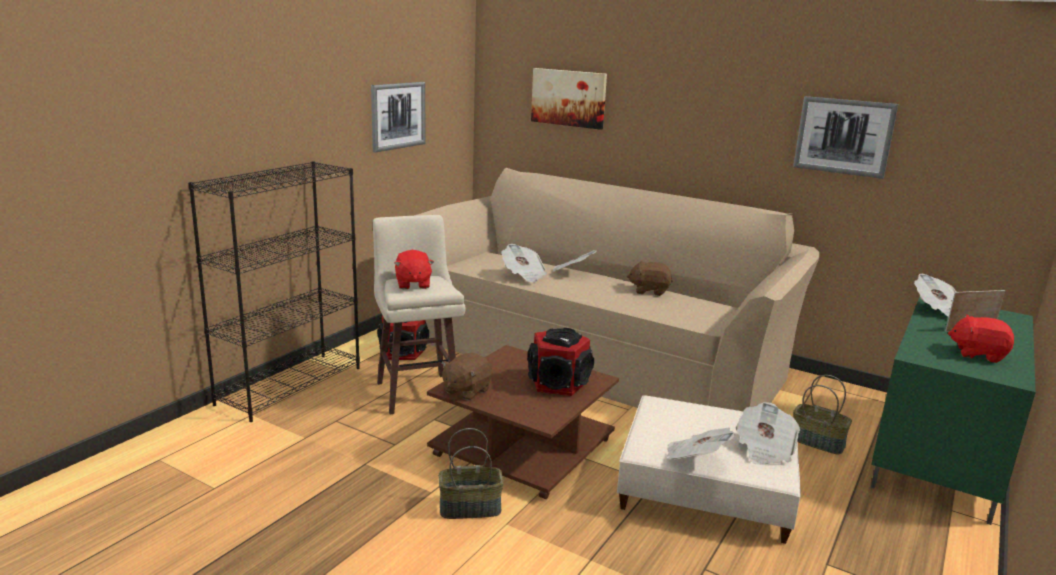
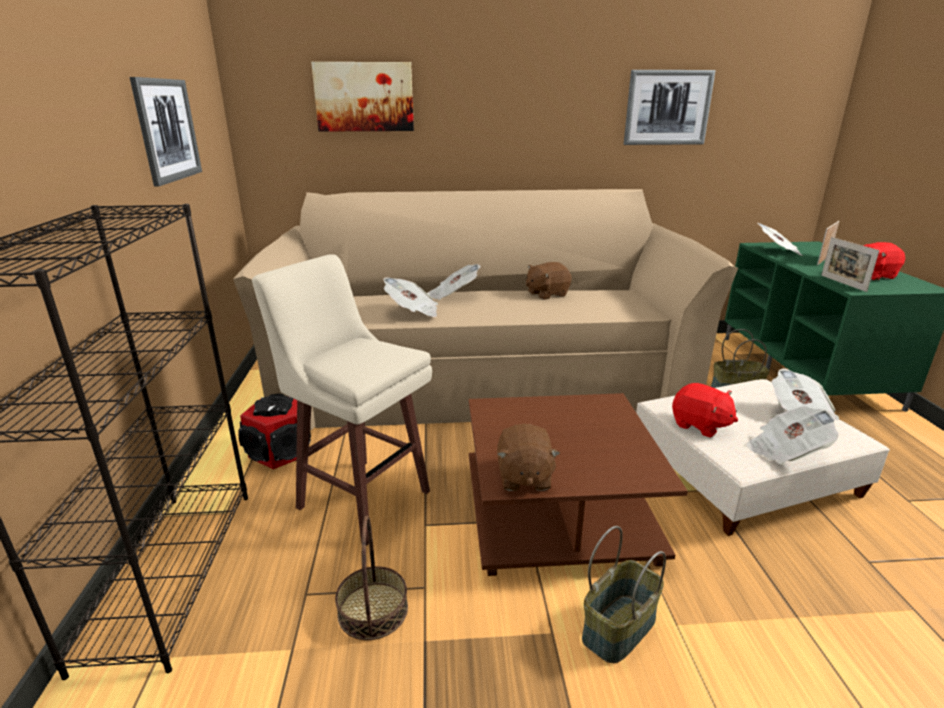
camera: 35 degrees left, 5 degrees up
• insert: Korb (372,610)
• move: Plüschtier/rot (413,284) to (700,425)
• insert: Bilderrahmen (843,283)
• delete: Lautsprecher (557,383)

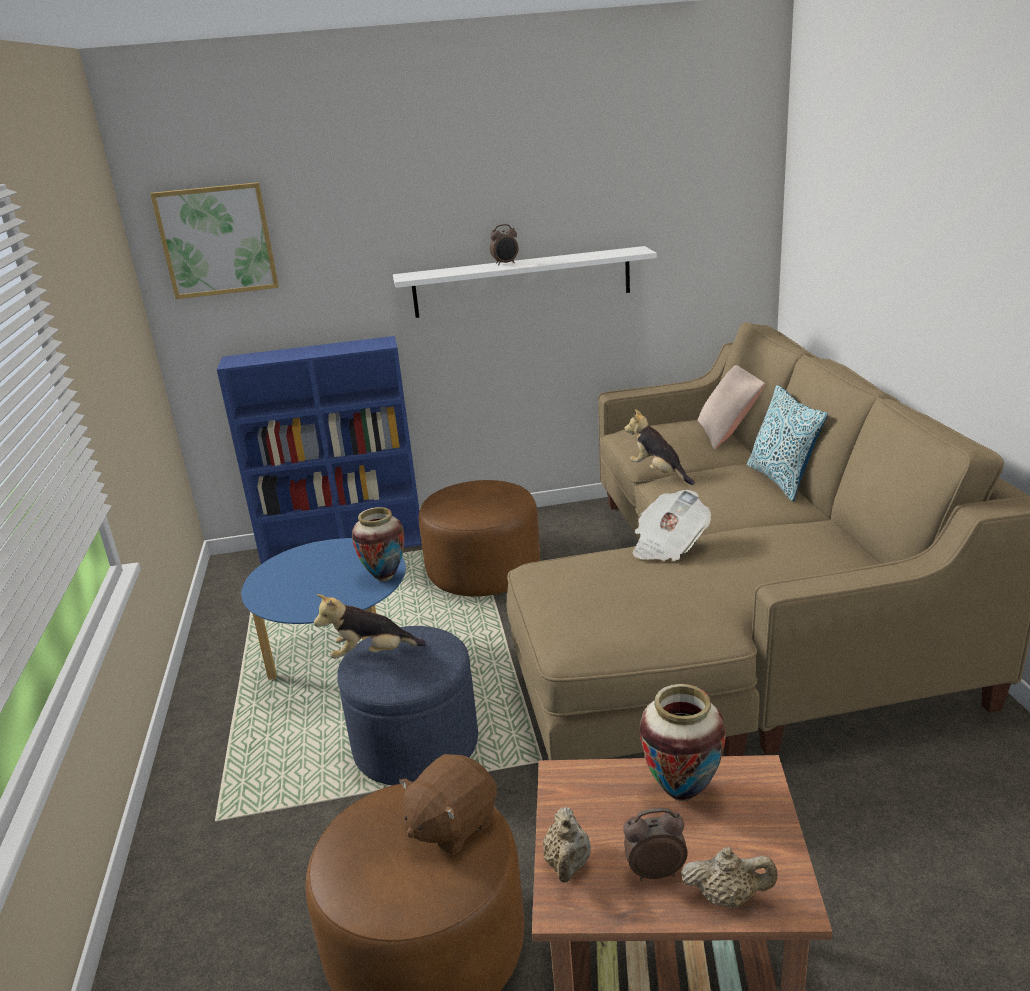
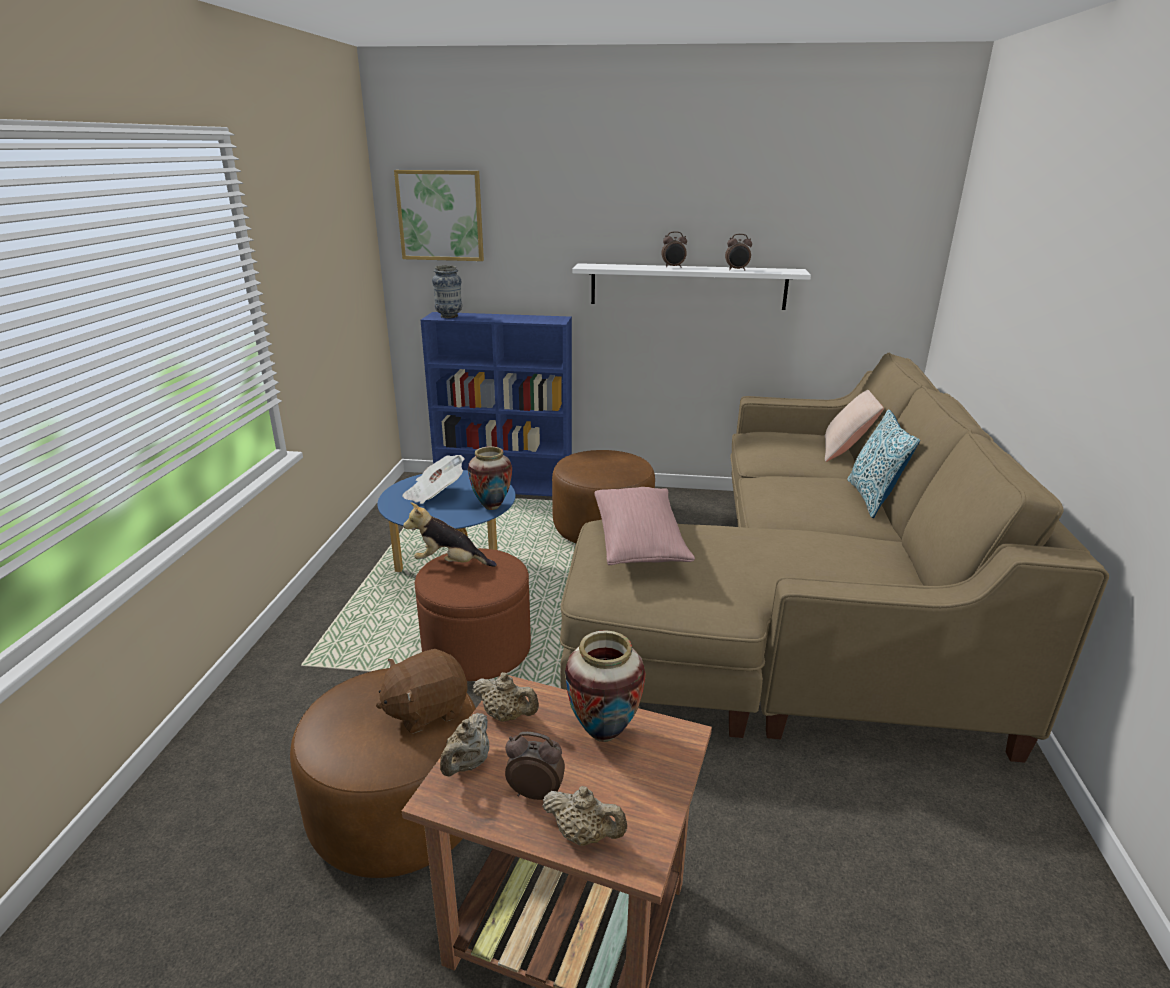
camera: 15 degrees right, 0 degrees up
• move: Zeitung (668,545) to (434,494)
• recolor: Polsterhocker/blau (416,744) to Polsterhocker/braun (477,649)
• insert: Vase (449,316)
• insert: Teekanne/beige (506,716)
• insert: Kissen/rosa (639,543)
• insert: Wecker (737,270)
• delete: Plüschtier (659,473)

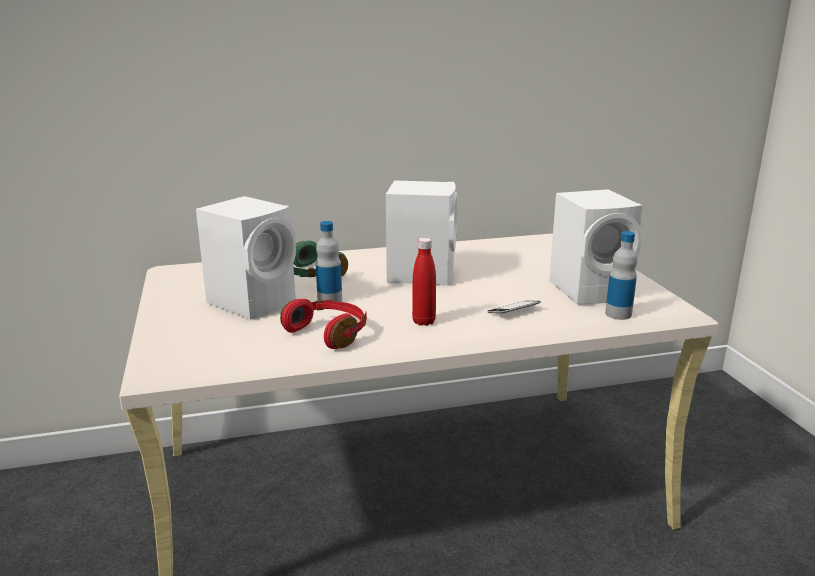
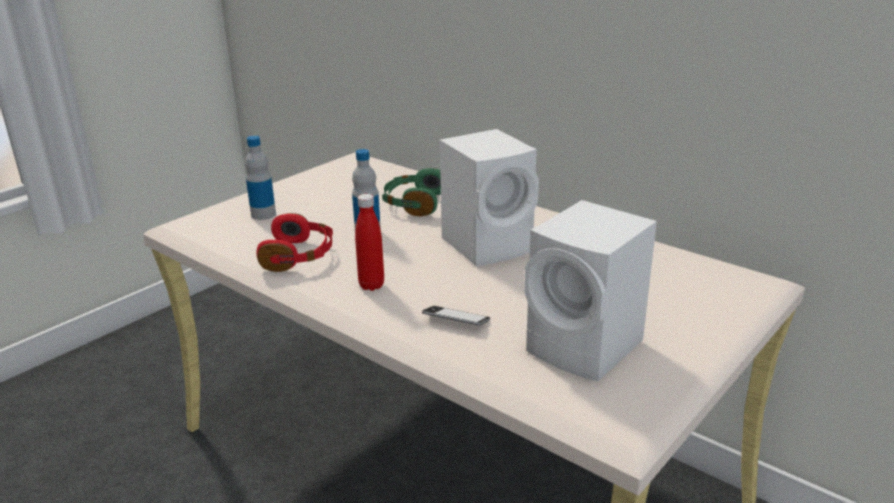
camera: 55 degrees right, 5 degrees up
• move: Flasche (618,314) to (263,214)
• delete: Lautsprecher/weiß (254,301)

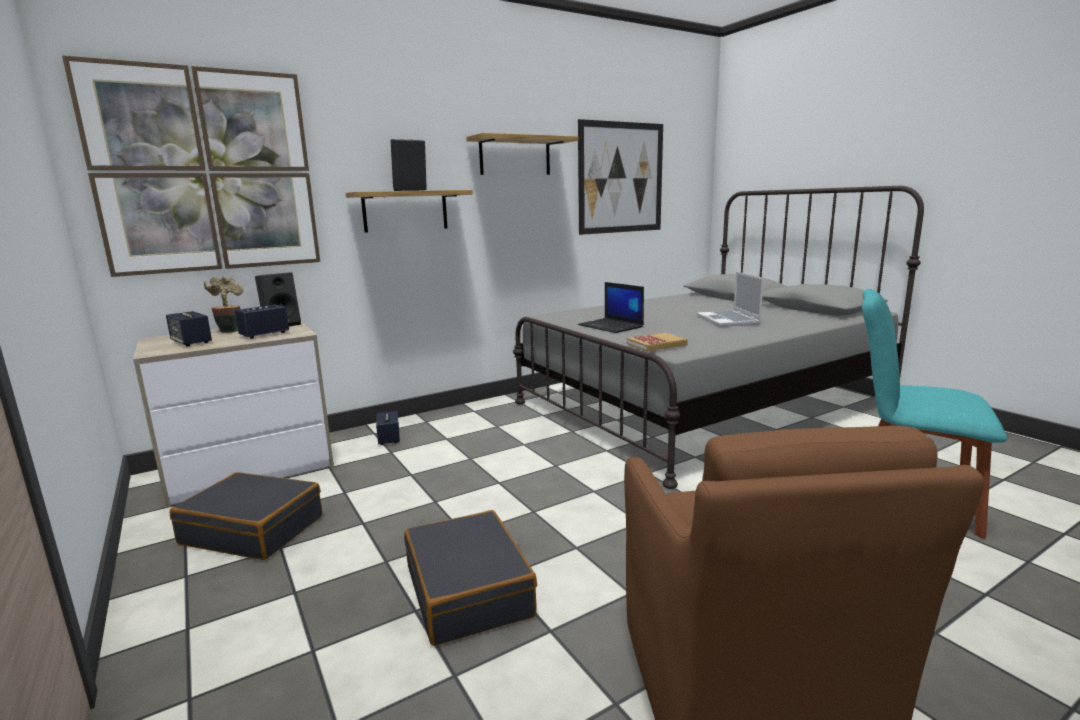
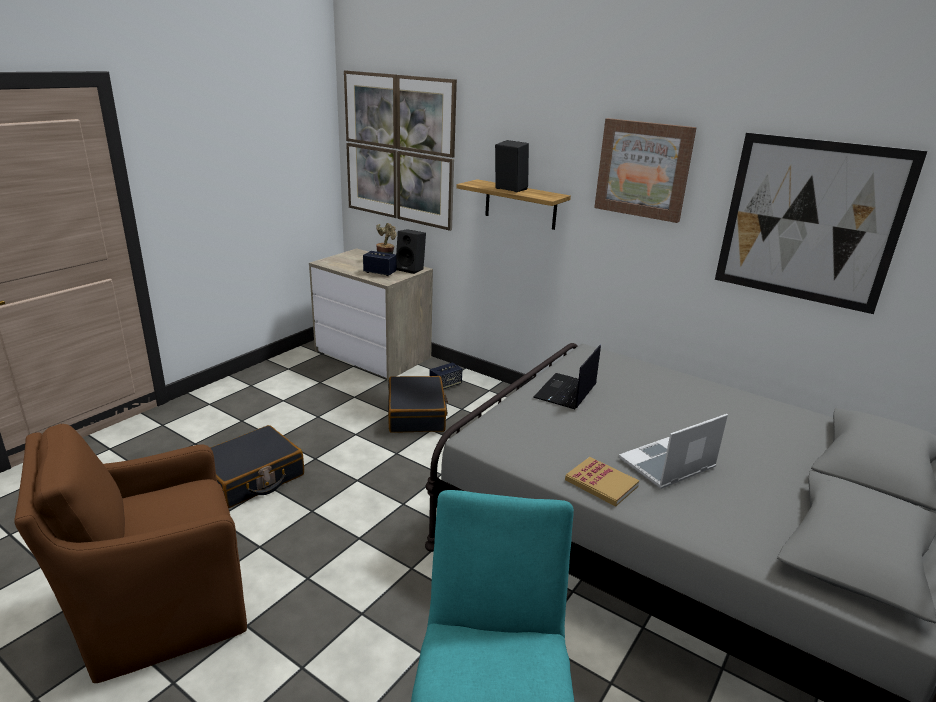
camera: 65 degrees right, 10 degrees up
• move: Koffer/schwarz (253,530) to (416,414)
• move: Buch (656,344) to (601,483)
• replace: Wandregal (515,156) to Bild (643,169)
• delete: Lautsprecher (191,342)

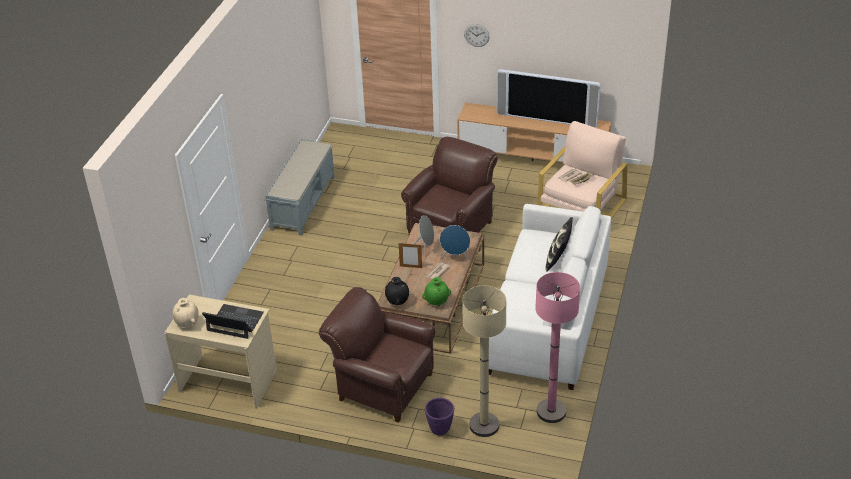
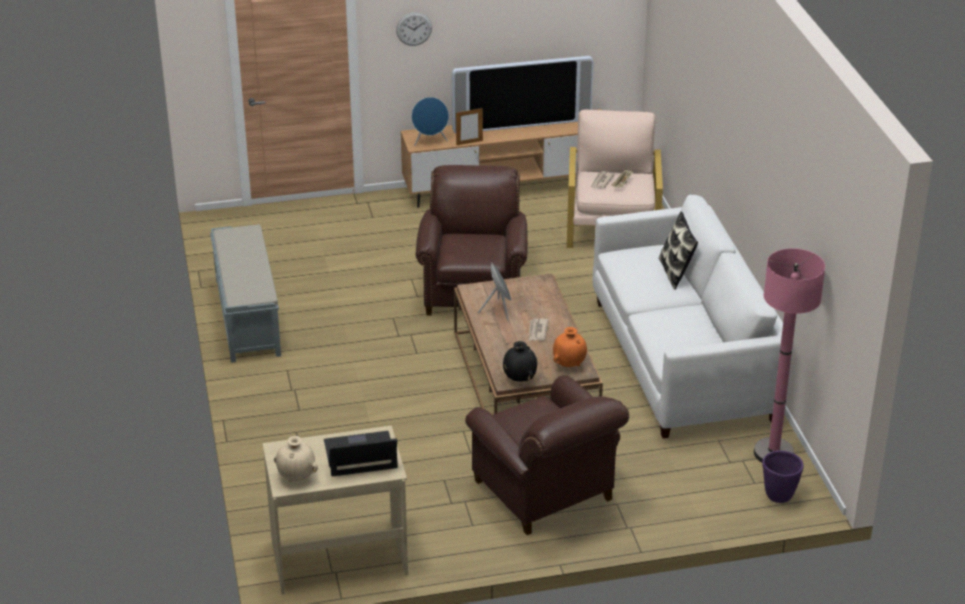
camera: 30 degrees left, 5 degrees down
• move: Lautsprecher/blau (455,258) to (430,142)
• move: Bilderrahmen (411,267) to (469,143)
• rotate: Sessel/braun (381,385) = (547,494) 120 degrees counterclockwise
• recolor: Vase/grün (437,302) to Vase/orange (569,364)
• move: Pflanzkübel/lila (440,429) to (778,495)
• delete: Stehlampe/beige (484,425)

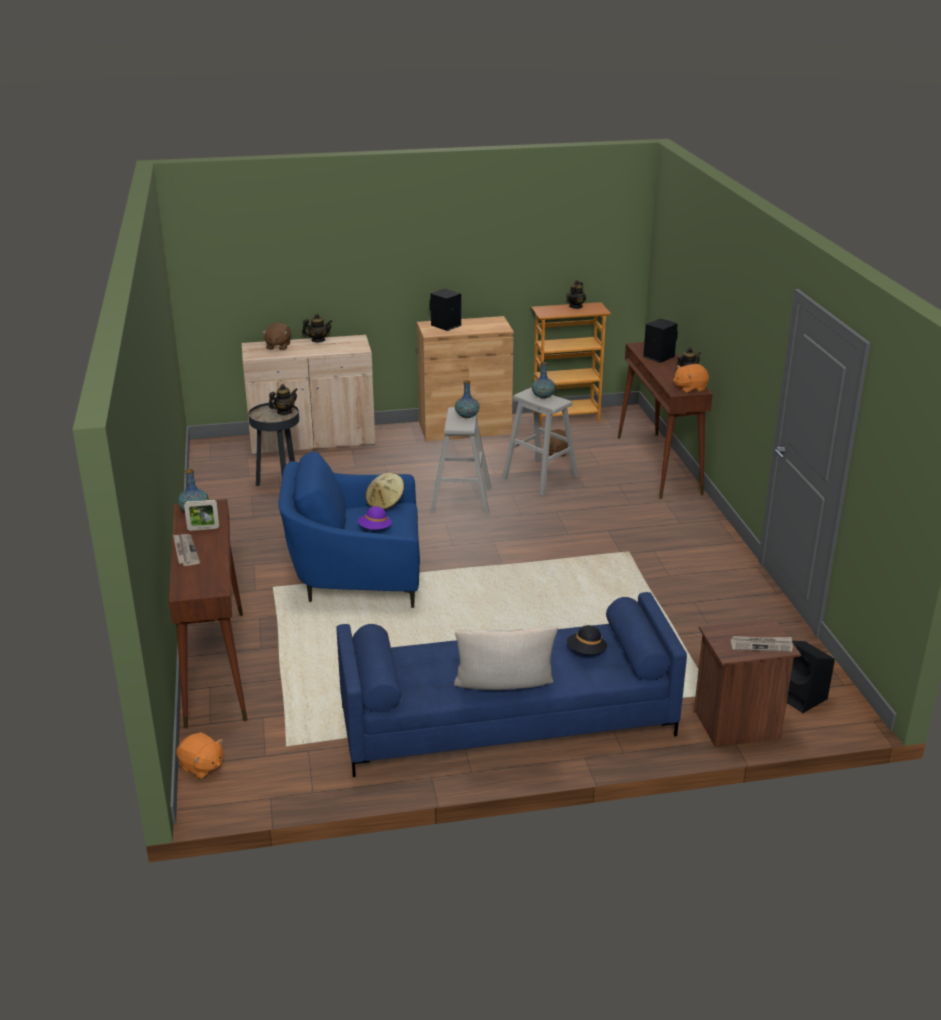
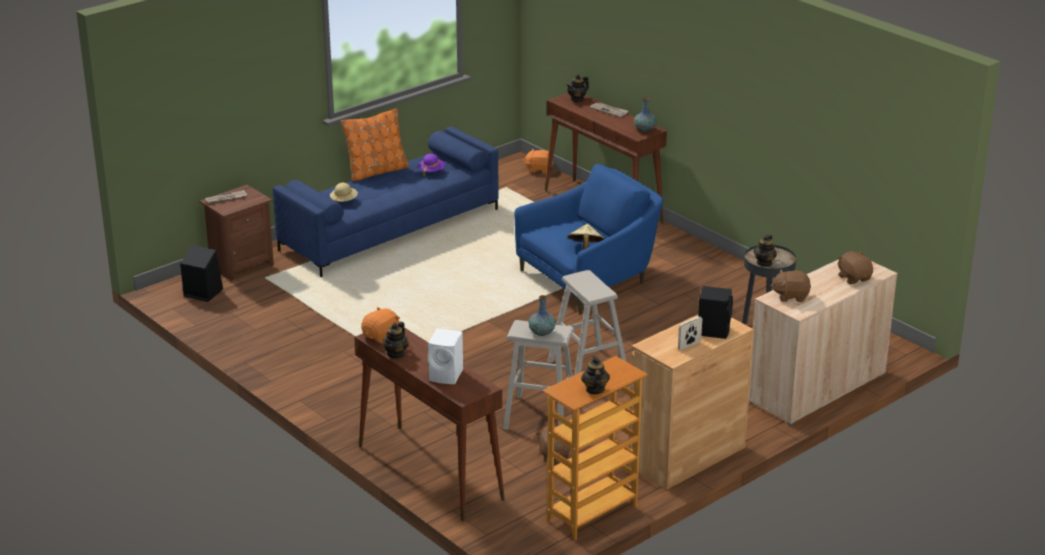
camera: 150 degrees right, 0 degrees up
• recolor: Hut/schwarz (586,651) to Hut/beige (344,200)
• recolor: Kissen/beige (504,692) to Kissen/orange (376,171)
• move: Hut/lila (375,529) to (431,171)
• recolor: Lautsprecher/schwarz (658,356) to Lautsprecher/weiß (447,375)
• move: Teekanne (318,340) to (577,99)
• move: Bilderrahmen (203,528) to (689,345)
• insert: Plüschtier/braun (790,296)
• delete: Vase (467,416)

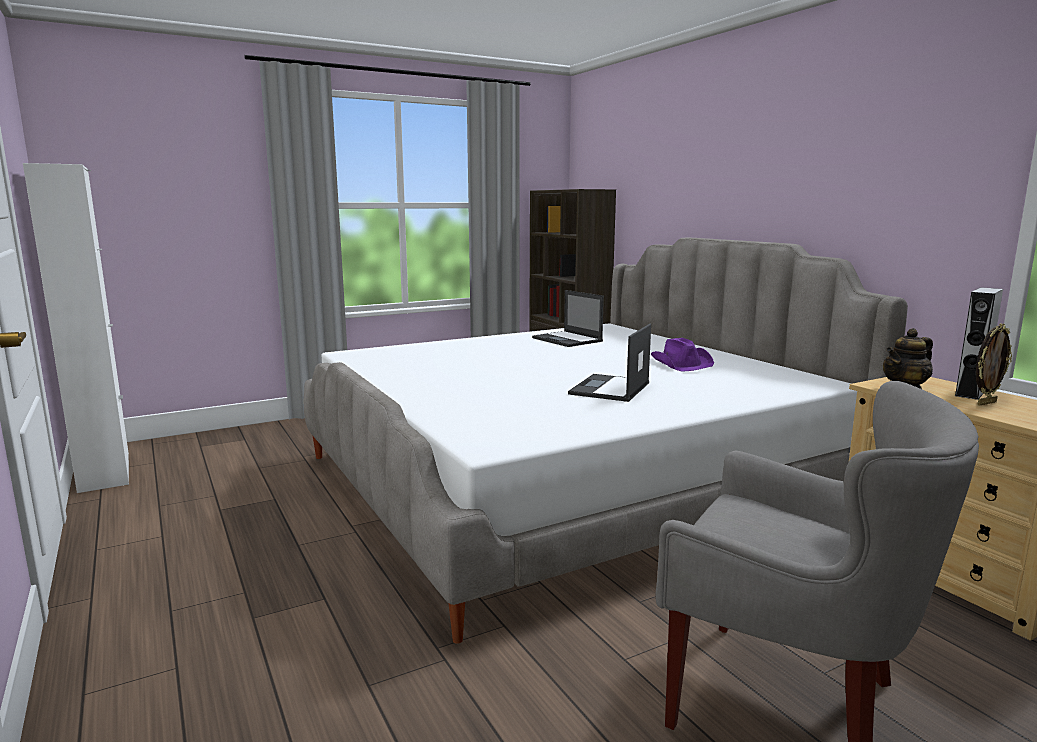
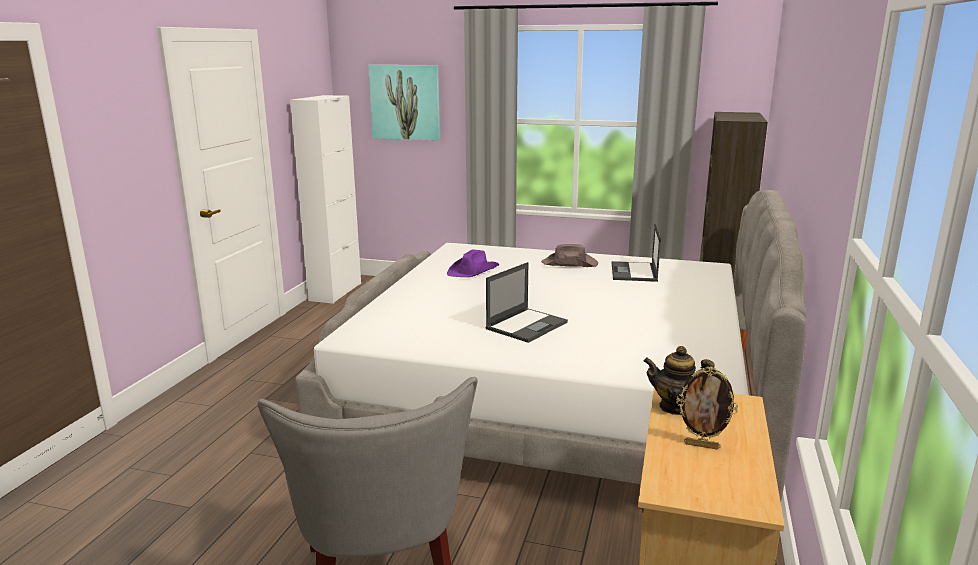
camera: 45 degrees right, 5 degrees up
• insert: Bild (405,102)
• move: Hut/lila (681,363) to (474,271)
• rotate: Laptop (609,389) = (527,325) 150 degrees clockwise
• insert: Hut/braun (570,264)
• delete: Lautsprecher/grau (970,392)

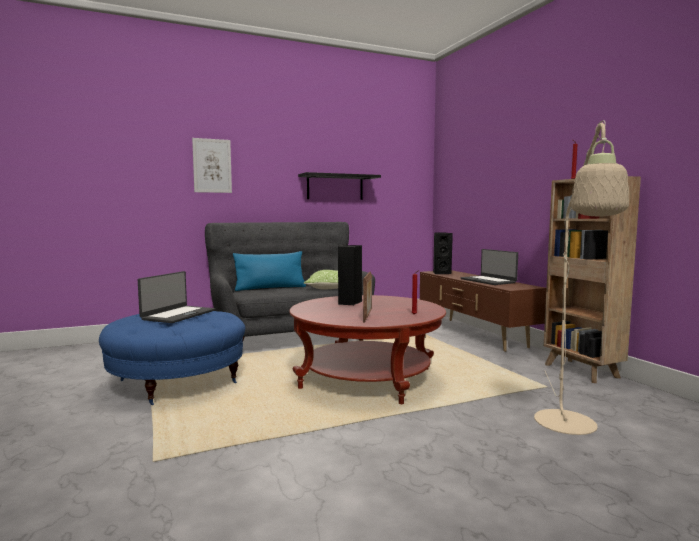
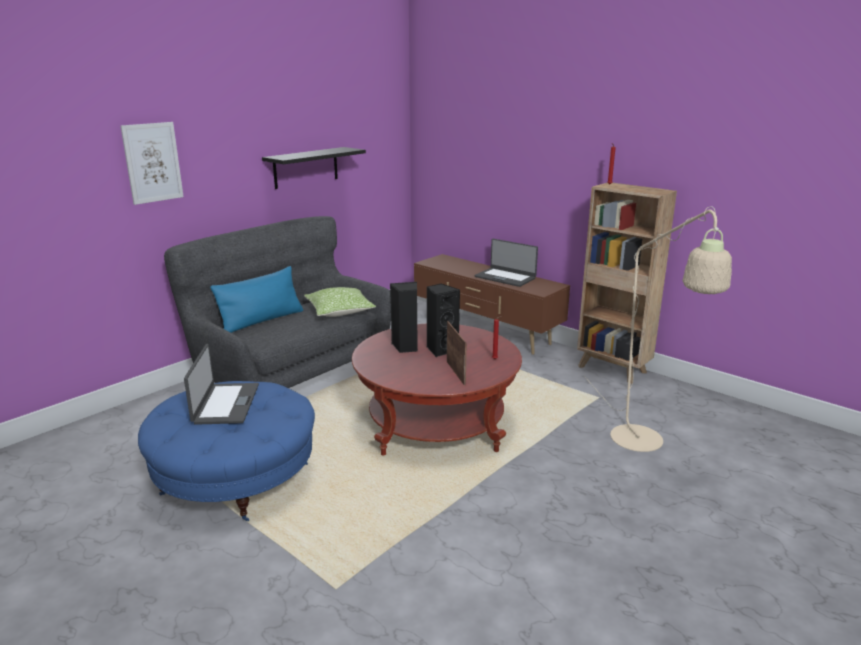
camera: 25 degrees left, 15 degrees up
• move: Lautsprecher/schwarz (441,273) to (441,350)

